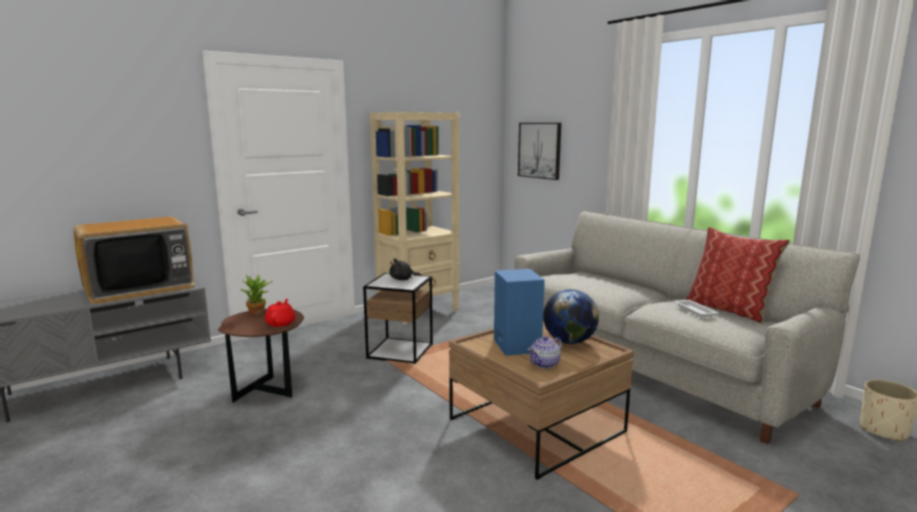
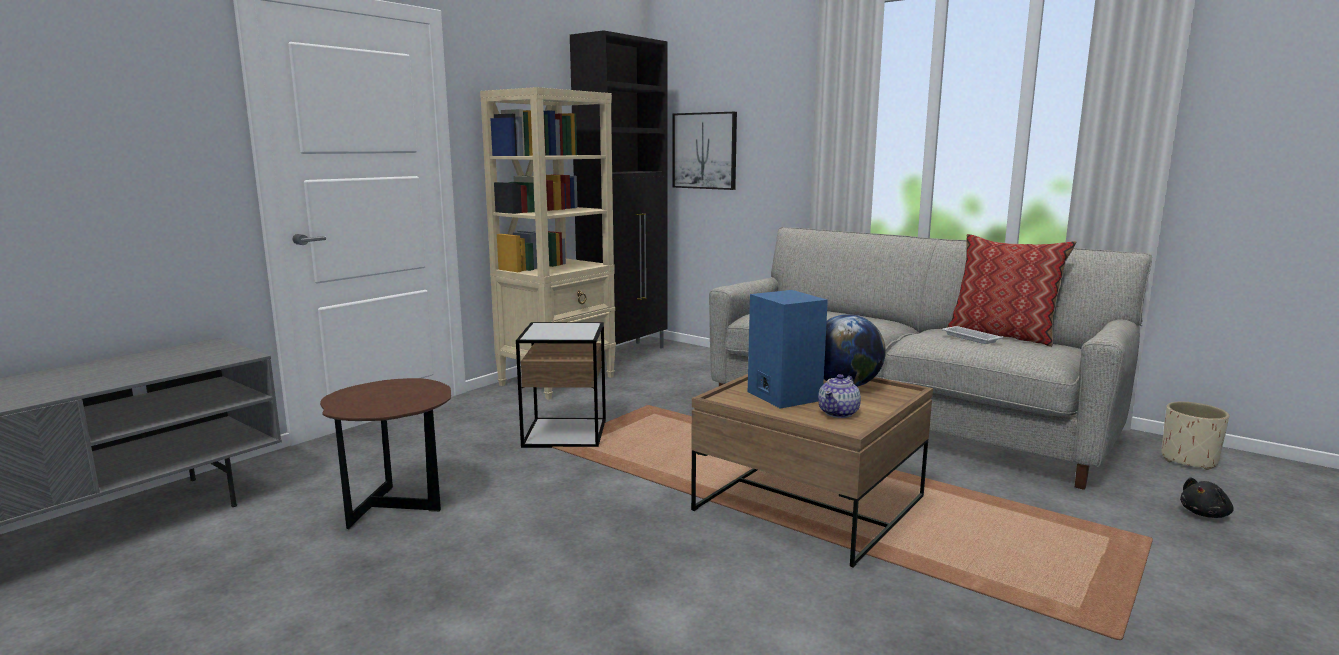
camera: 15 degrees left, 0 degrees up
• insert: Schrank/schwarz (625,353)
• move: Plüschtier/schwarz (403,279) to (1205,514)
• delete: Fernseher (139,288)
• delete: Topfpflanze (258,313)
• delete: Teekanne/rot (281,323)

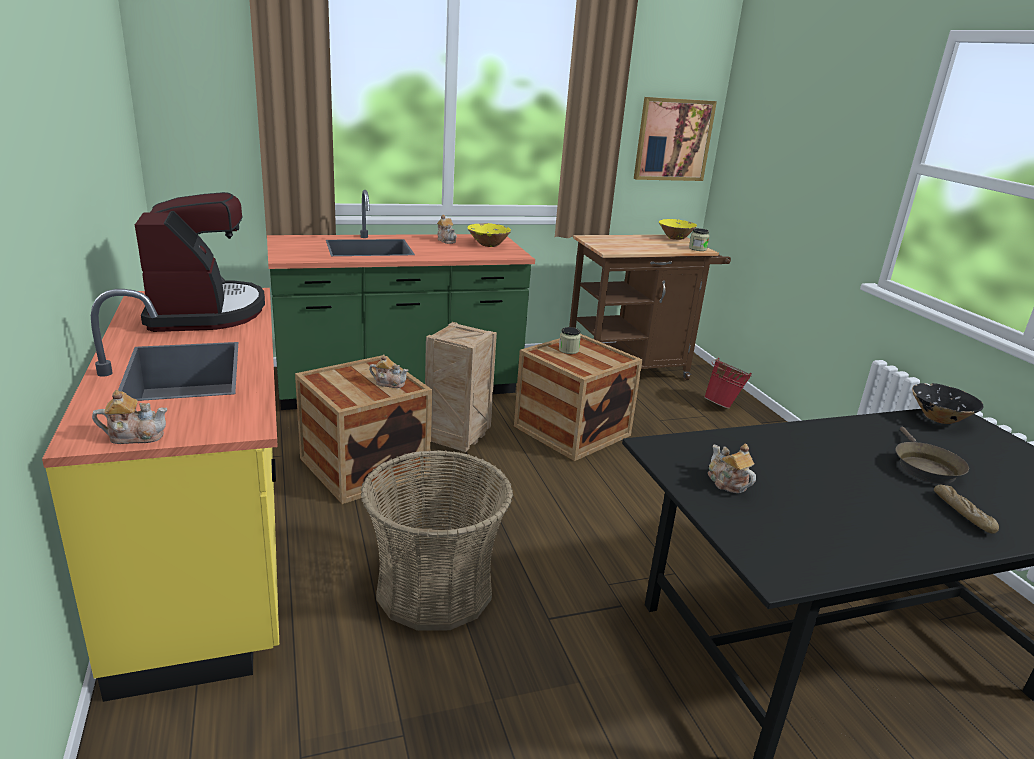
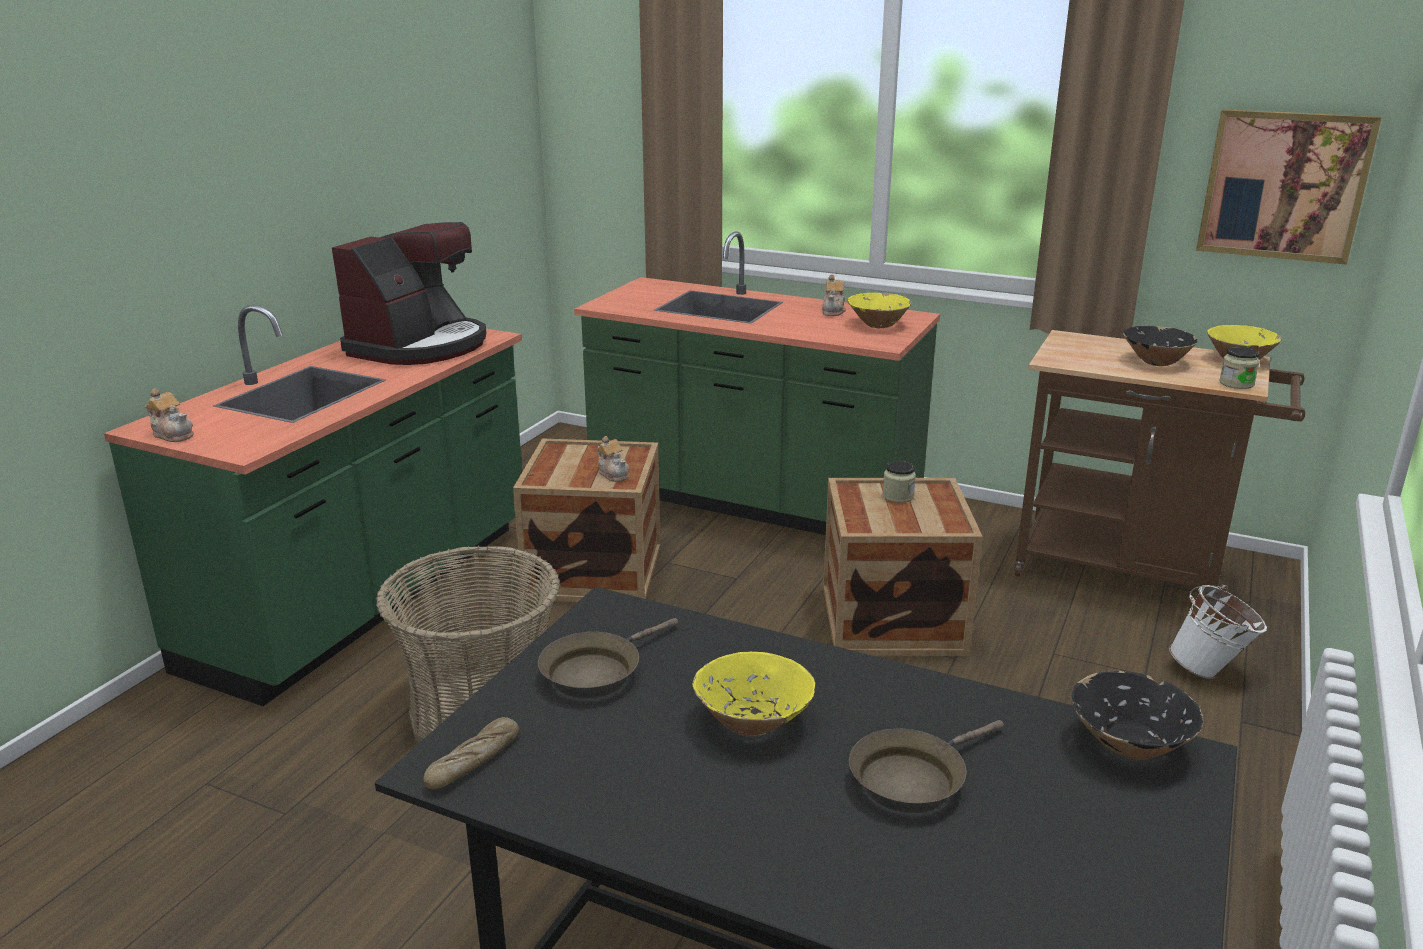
camera: 45 degrees right, 0 degrees up
• recolor: Küchenzeile/gelb (211,552) to Küchenzeile/grün (369,596)
• move: Brot (962,514) to (474,761)
• replace: Teekanne (727,483) to Pfanne/braun (596,672)
• insert: Schüssel/gelb (752,722)
• insert: Schüssel/schwarz (1156,361)
• recolor: Eimer/rot (723,405) to Eimer/weiß (1210,671)
• delete: Kiste (457,437)

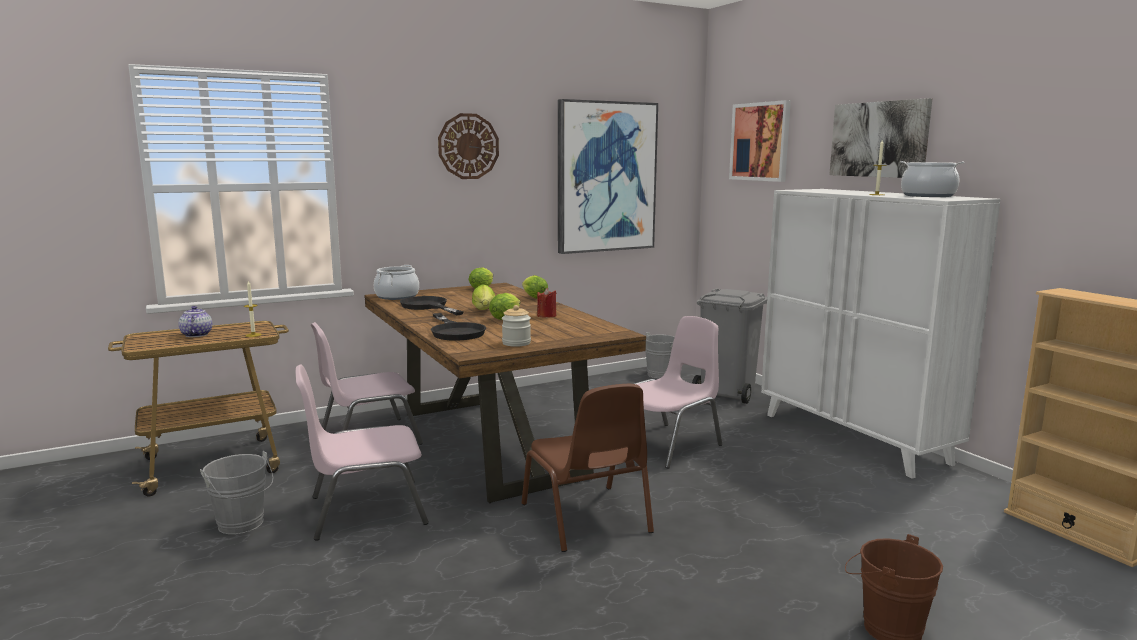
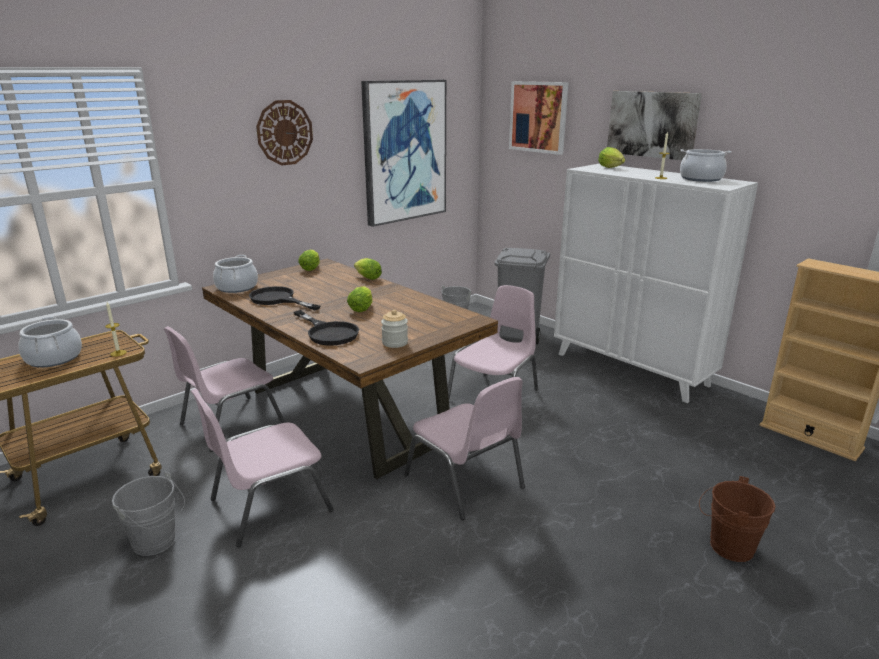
camera: 15 degrees left, 10 degrees up
• replace: Teekanne (196,334) to Kochtopf (53,358)
• recolor: Stuhl/braun (587,519) to Stuhl/rosa (465,482)
• move: Salatkopf (484,310) to (612,168)
• delete: Kerze/rot (546,316)

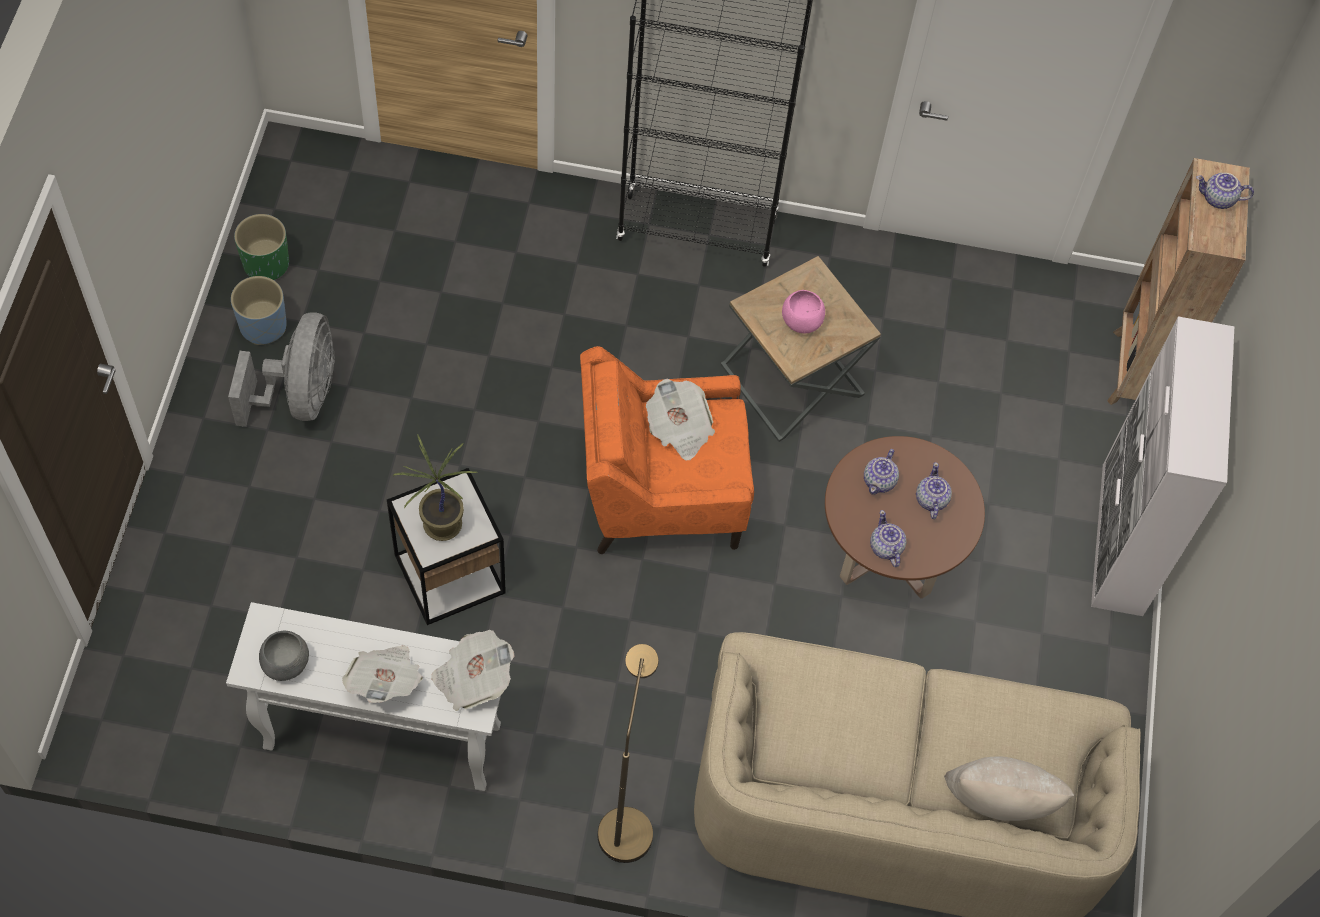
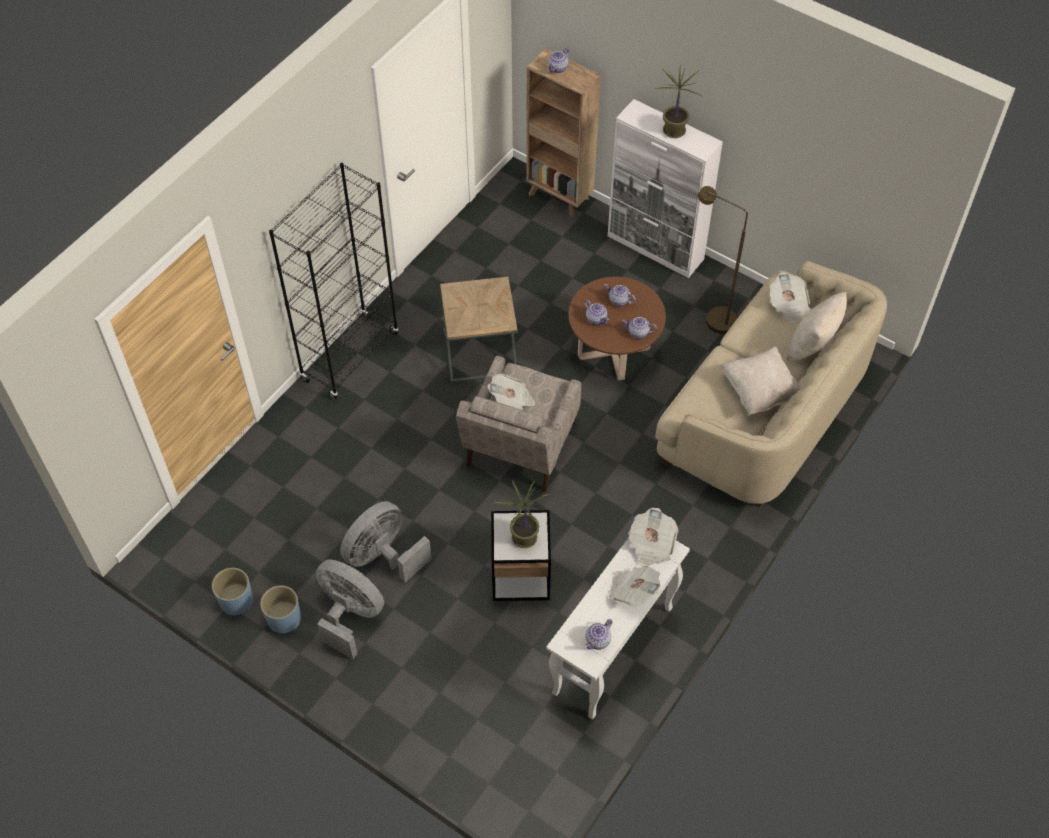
camera: 60 degrees left, 5 degrees down
• recolor: Pflanzkübel/grün (266,263) to Pflanzkübel/blau (236,601)
• insert: Ventilator/grau (383,556)
• recolor: Sessel/orange (660,492) to Sessel/beige (520,445)
• replace: Schüssel/grau (286,664) to Teekanne (598,640)
• insert: Topfpflanze (674,132)
• move: Stehlampe/braun (625,820) to (713,318)
• insert: Kissen/beige (760,391)
• insert: Zeitung (788,305)
• delete: Schüssel/rosa (801,321)

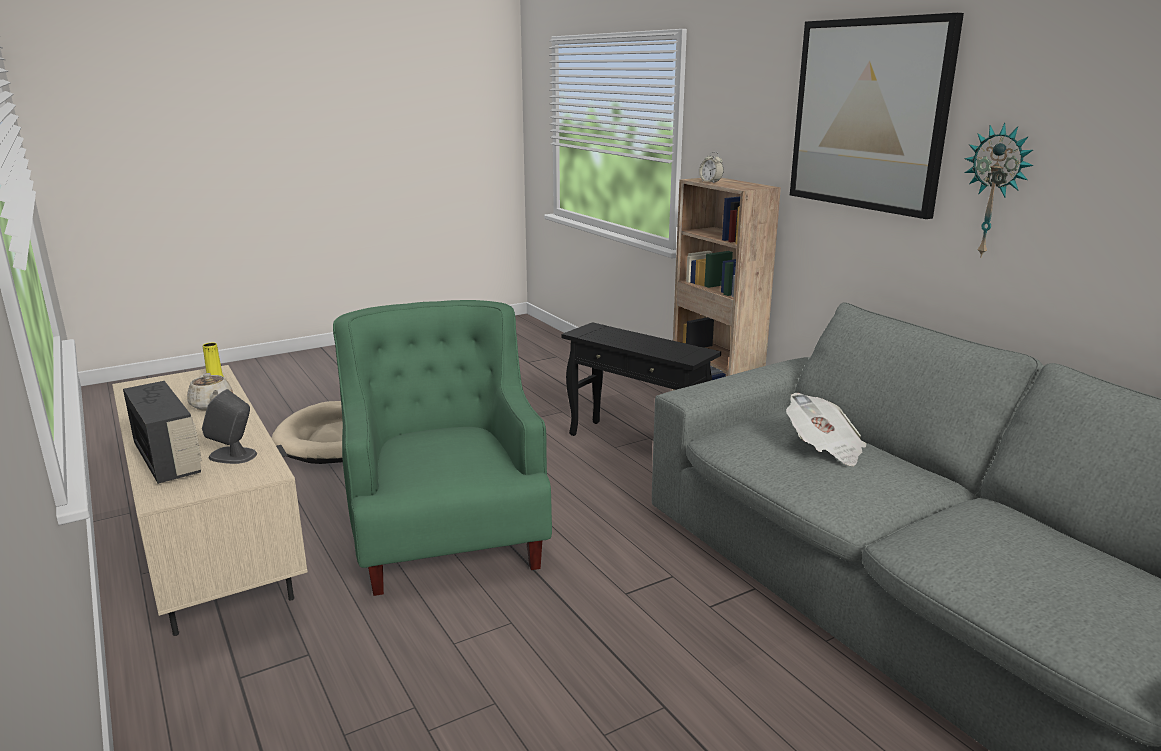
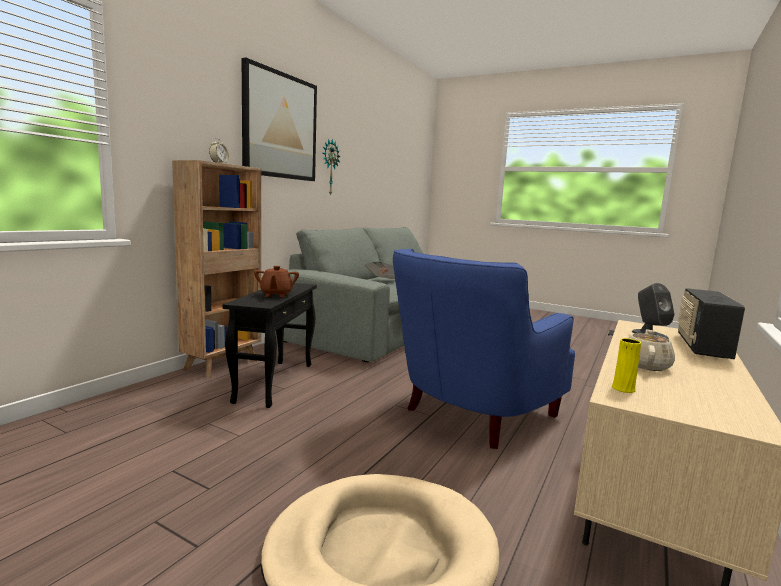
camera: 120 degrees left, 10 degrees down
• insert: Teekanne/braun (276,295)
• recolor: Sessel/grün (447,532) to Sessel/blau (472,415)

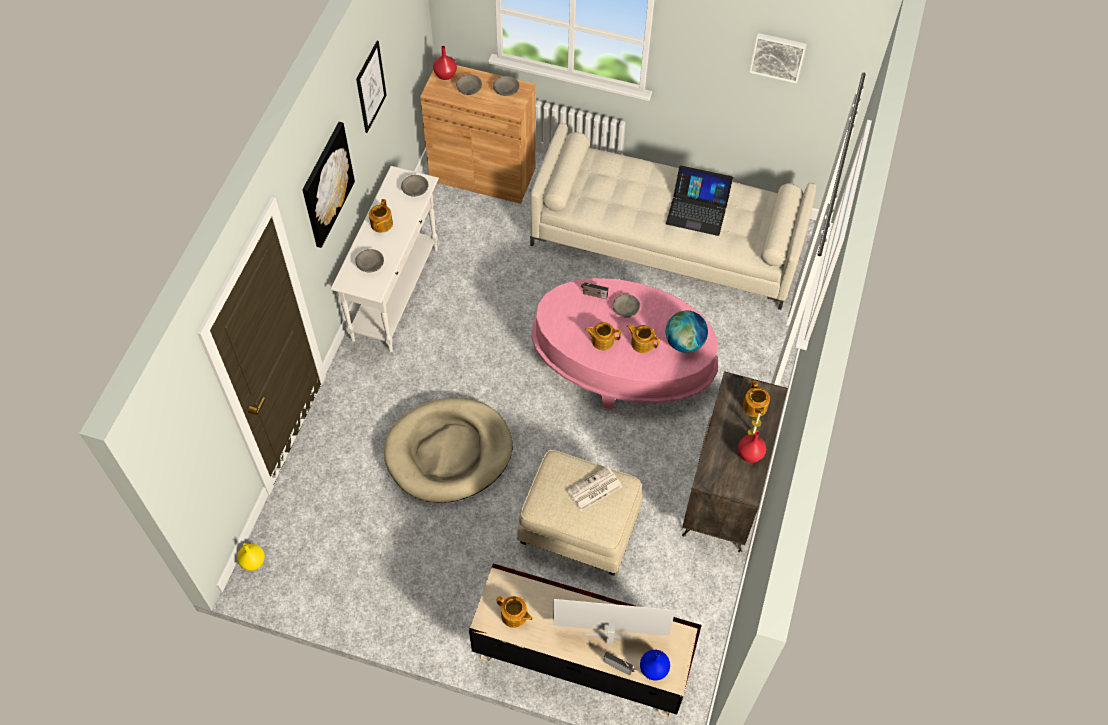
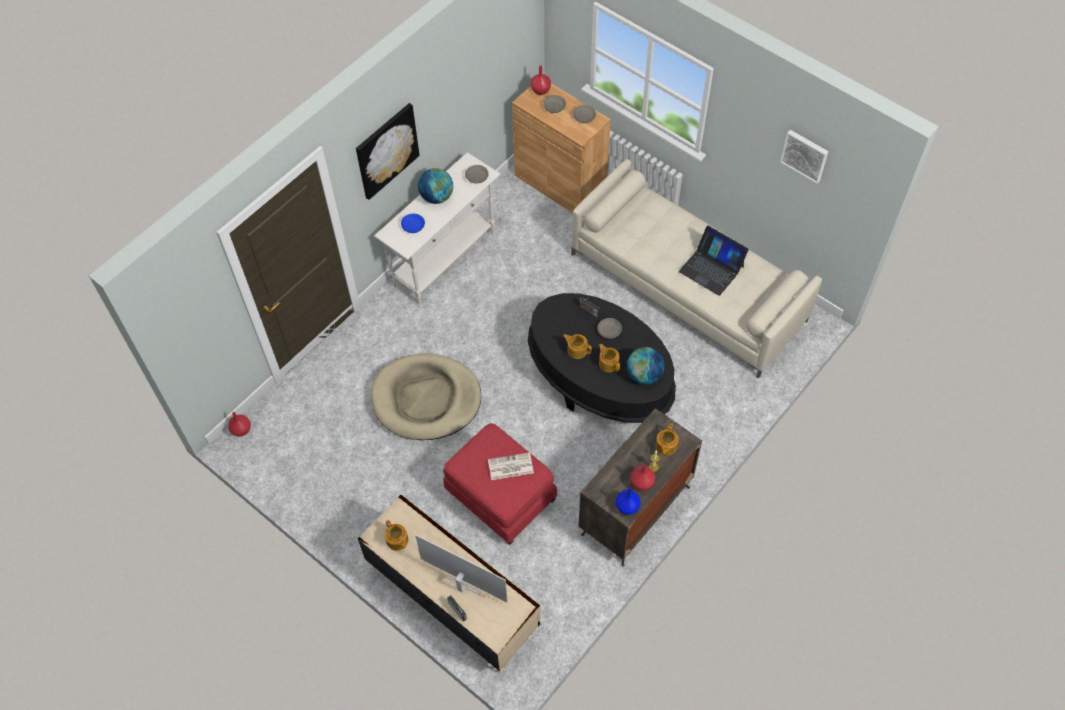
camera: 25 degrees right, 0 degrees up
• recolor: Vase/gelb (252,562) to Vase/rot (241,430)
• recolor: Schüssel/grau (369,264) to Schüssel/blau (413,226)
• replace: Teekanne (381,224) to Globus (437,197)
• recolor: Polsterhocker/beige (579,528) to Polsterhocker/rot (500,497)
• recolor: Couchtisch/rosa (622,364) to Couchtisch/schwarz (599,377)
• move: Vase/blau (654,670) to (627,507)
• delete: Bild (371,87)

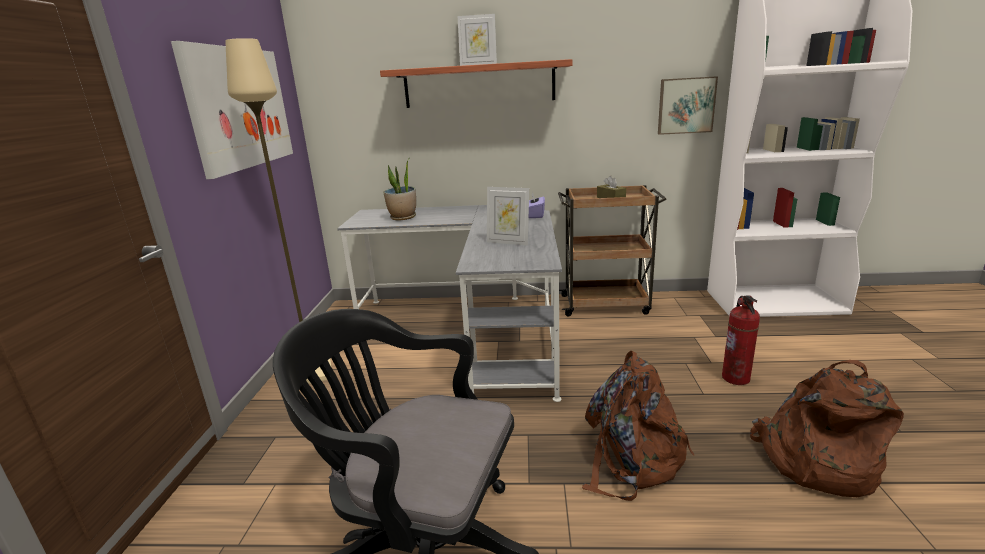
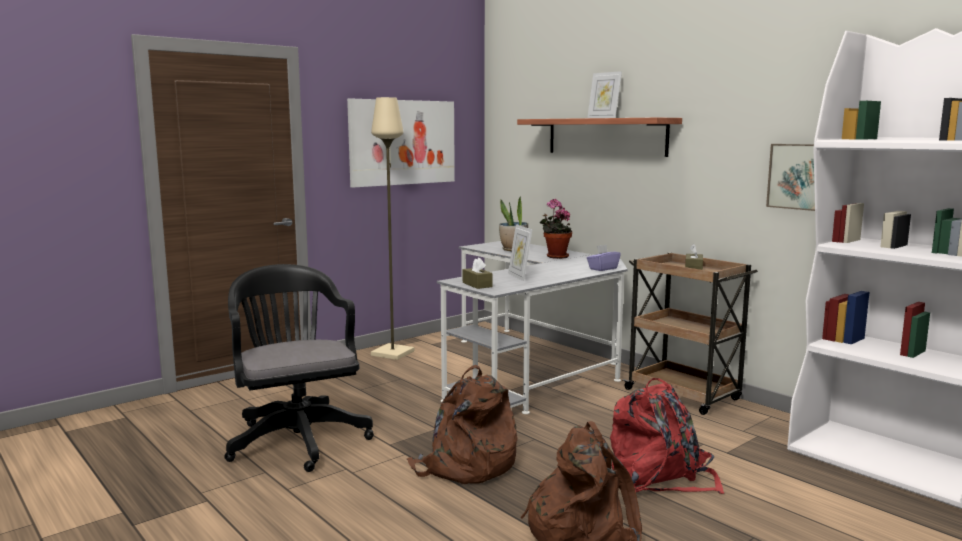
camera: 45 degrees right, 10 degrees down
• insert: Taschentuchbox/braun (477,285)
• insert: Topfpflanze (555,257)
• replace: Feuerlöscher (736,378) to Rucksack/rot (660,477)

